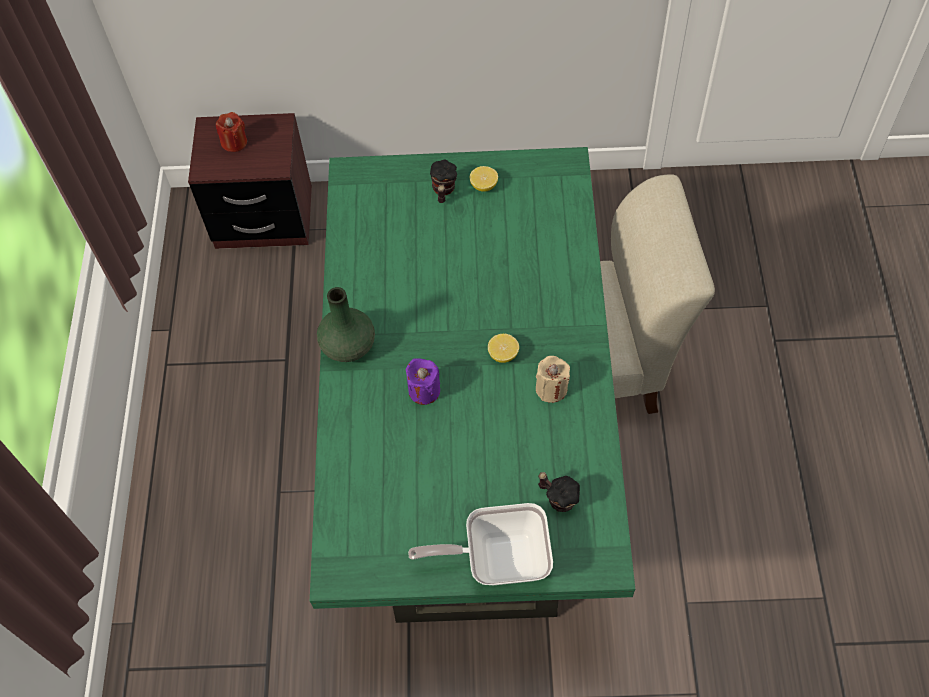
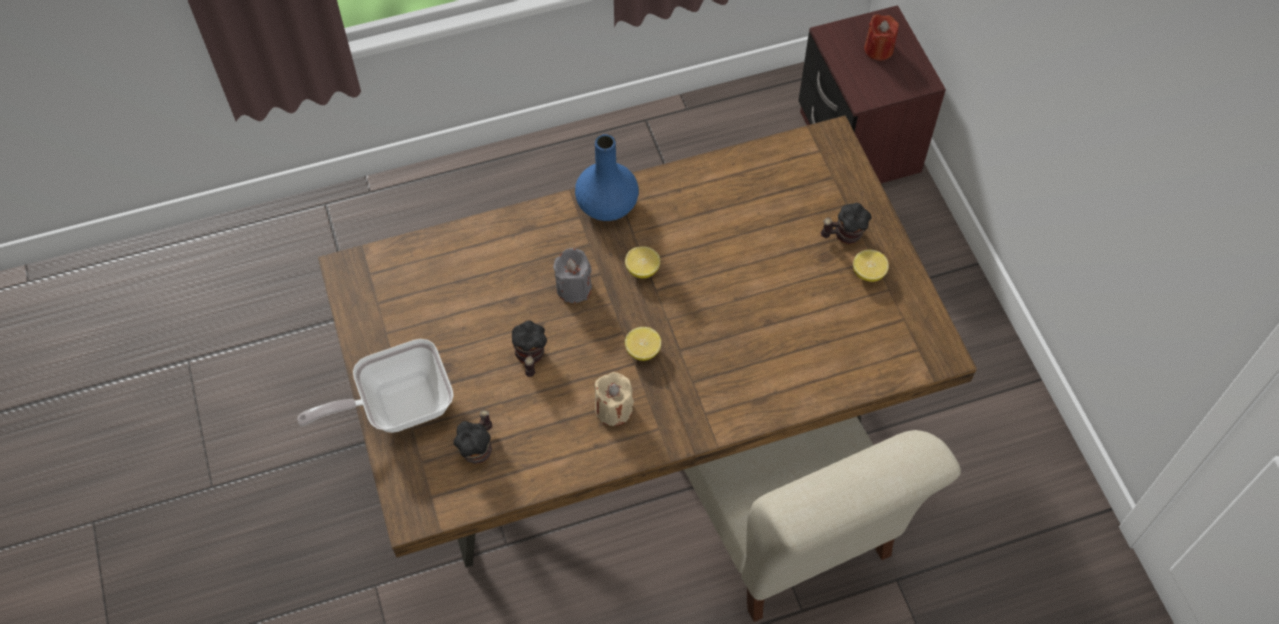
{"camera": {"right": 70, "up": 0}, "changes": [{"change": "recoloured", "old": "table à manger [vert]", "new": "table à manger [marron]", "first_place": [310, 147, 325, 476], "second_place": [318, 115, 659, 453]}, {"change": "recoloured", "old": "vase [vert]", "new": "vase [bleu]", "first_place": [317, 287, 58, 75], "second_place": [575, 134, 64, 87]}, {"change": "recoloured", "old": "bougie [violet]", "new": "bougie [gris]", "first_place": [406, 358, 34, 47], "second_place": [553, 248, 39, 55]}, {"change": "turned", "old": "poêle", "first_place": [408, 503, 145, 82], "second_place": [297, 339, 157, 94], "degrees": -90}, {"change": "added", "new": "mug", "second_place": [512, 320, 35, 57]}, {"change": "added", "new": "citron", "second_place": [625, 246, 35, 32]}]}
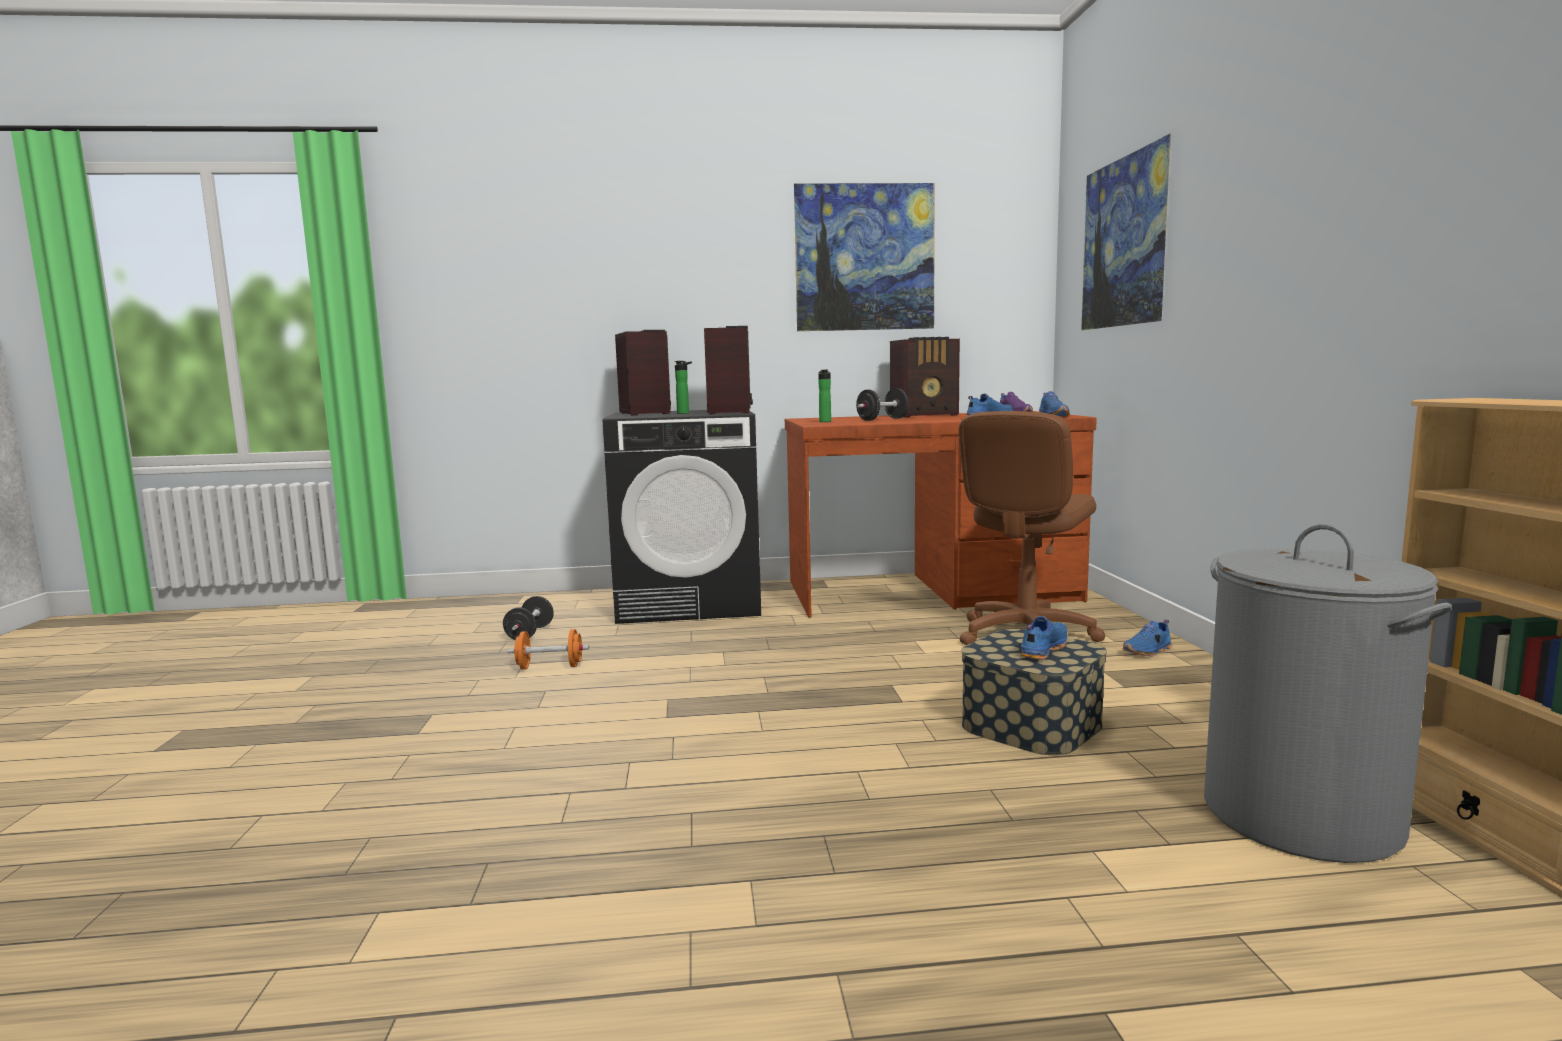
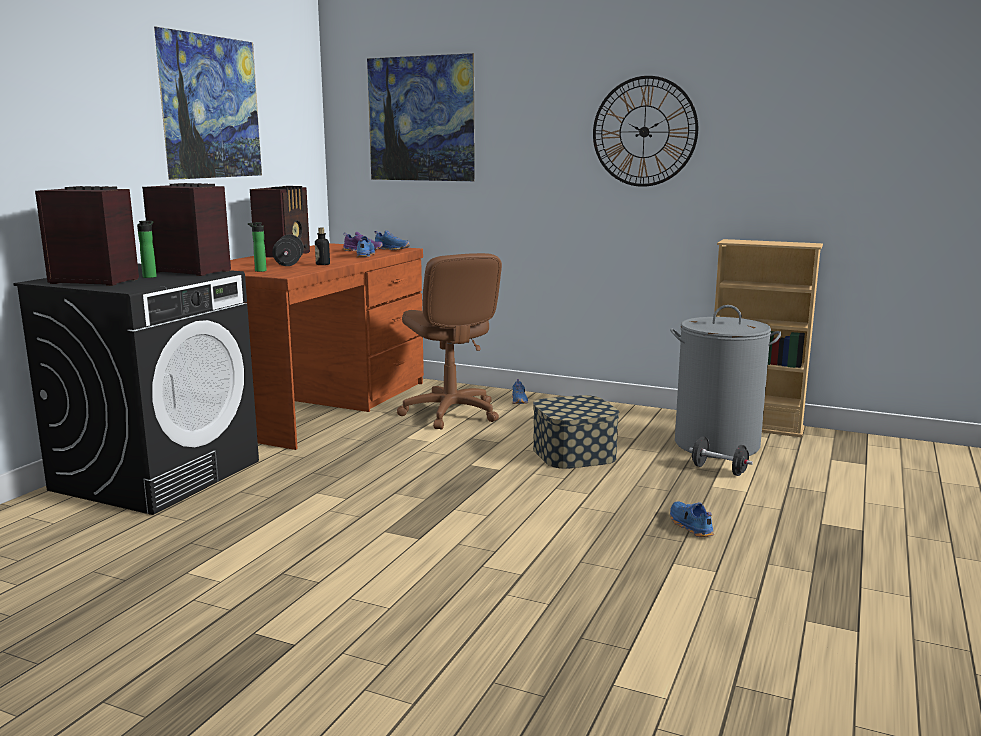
{"camera": {"right": -60, "up": 5}, "changes": [{"change": "moved", "old": "haltère [noir]", "first_place": [503, 596, 51, 44], "second_place": [689, 436, 64, 40]}, {"change": "removed", "old": "haltère [orange]", "first_place": [508, 629, 81, 40]}, {"change": "moved", "old": "chaussure [bleu]", "first_place": [1020, 616, 48, 44], "second_place": [670, 501, 44, 36]}, {"change": "added", "new": "bouteille", "second_place": [315, 228, 15, 37]}, {"change": "added", "new": "horloge murale", "second_place": [593, 76, 105, 111]}]}
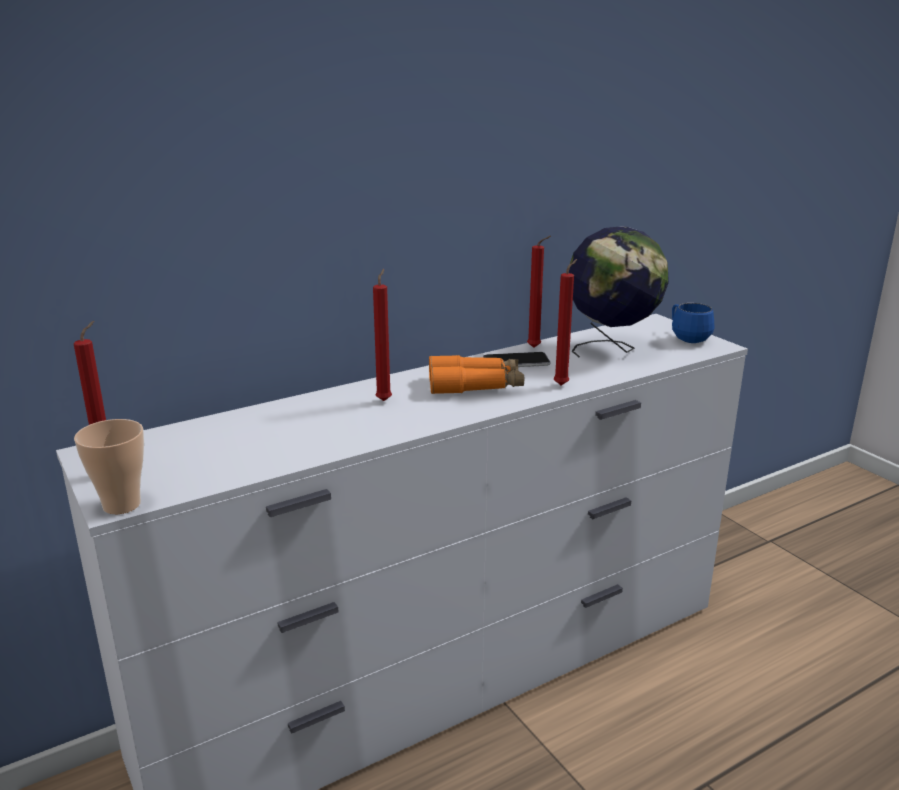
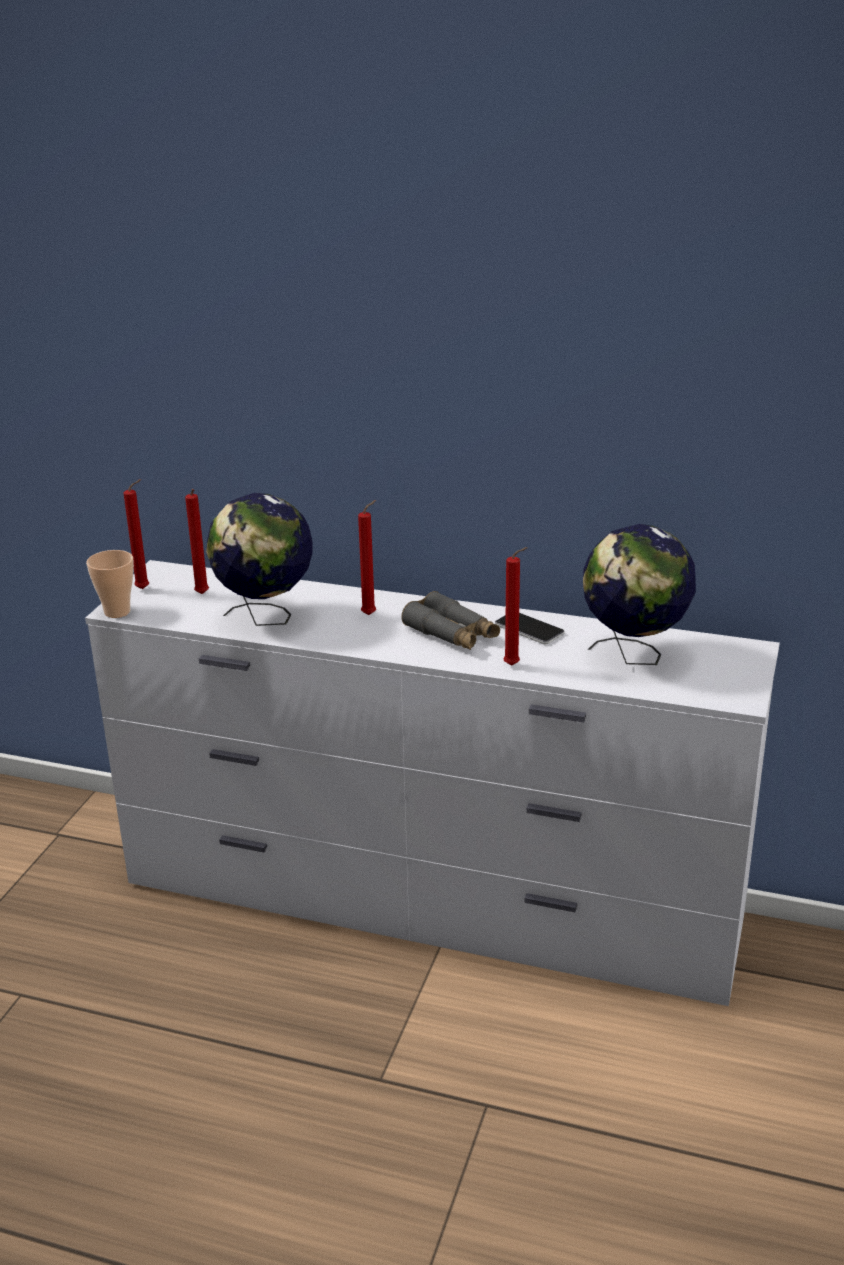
{"camera": {"right": 50, "up": 5}, "changes": [{"change": "recoloured", "old": "jumelles [orange]", "new": "jumelles [gris]", "first_place": [429, 355, 95, 39], "second_place": [401, 591, 99, 59]}, {"change": "moved", "old": "bougie [rouge]", "first_place": [527, 236, 24, 112], "second_place": [185, 489, 24, 105]}, {"change": "removed", "old": "mug [bleu]", "first_place": [672, 303, 42, 40]}, {"change": "added", "new": "globe", "second_place": [206, 493, 107, 133]}]}
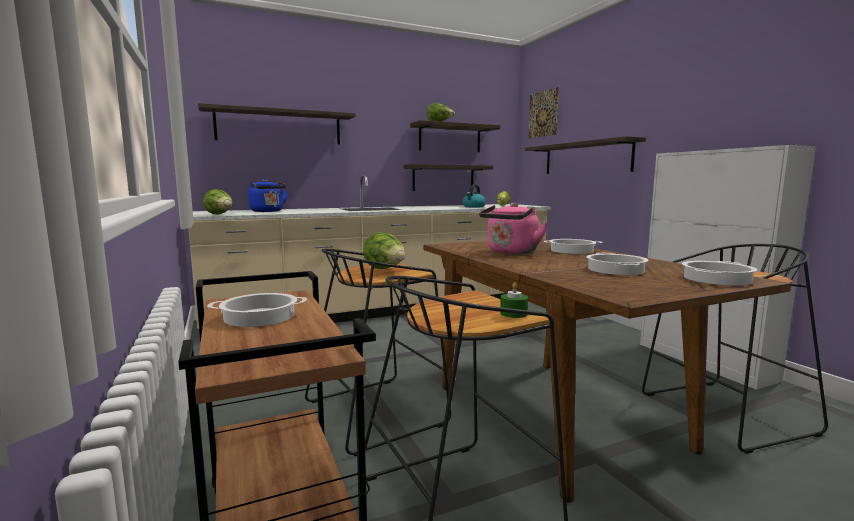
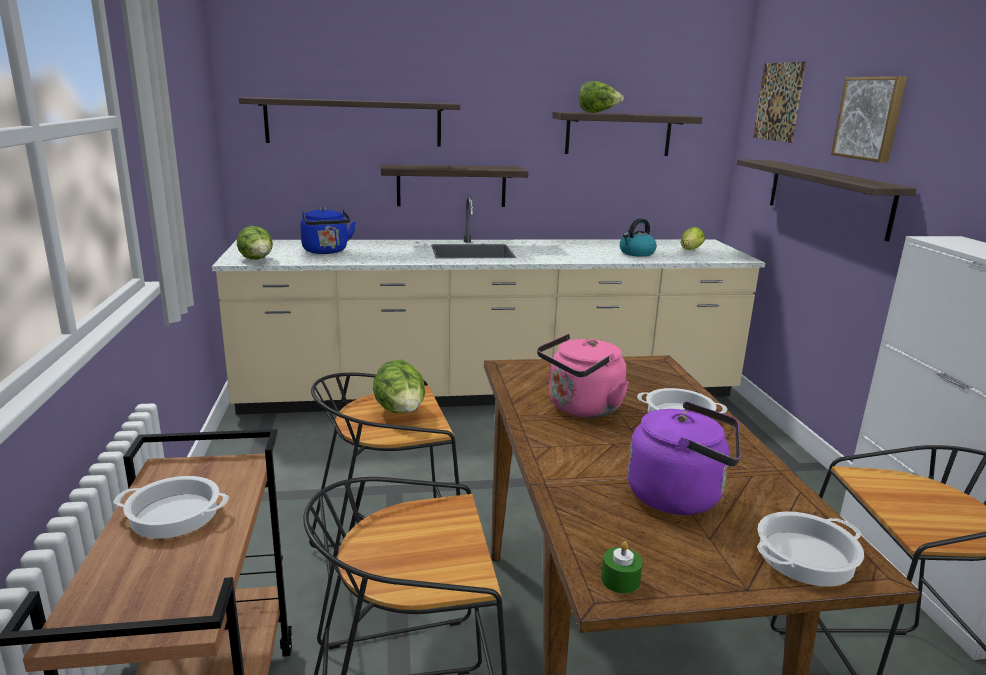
{"camera": {"right": 15, "up": 10}, "changes": [{"change": "moved", "old": "étagère", "first_place": [404, 164, 89, 27], "second_place": [381, 164, 147, 43]}, {"change": "moved", "old": "bougie [vert]", "first_place": [500, 282, 28, 36], "second_place": [601, 541, 42, 53]}, {"change": "replaced", "old": "marmite", "new": "bouilloire [violet]", "first_place": [586, 253, 63, 22], "second_place": [627, 402, 114, 113]}, {"change": "added", "new": "tableau", "second_place": [831, 76, 76, 87]}]}
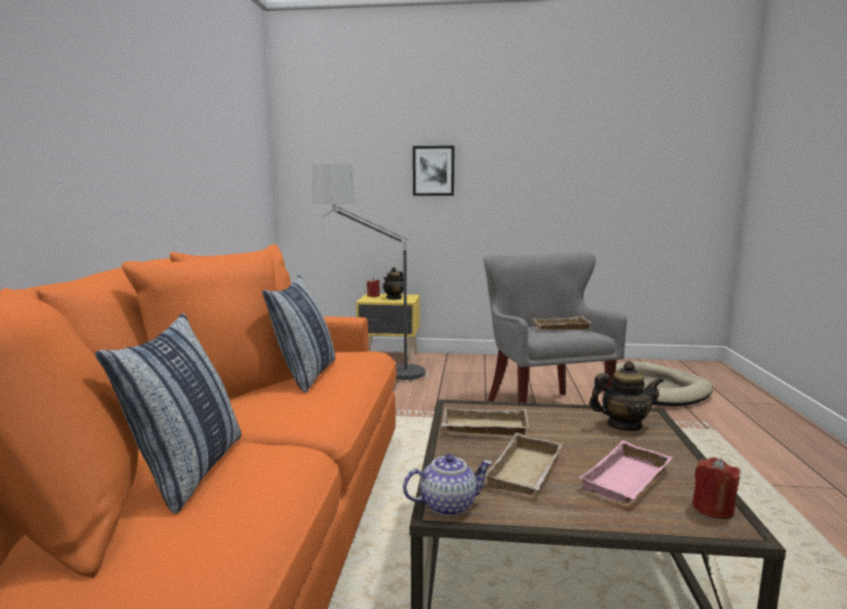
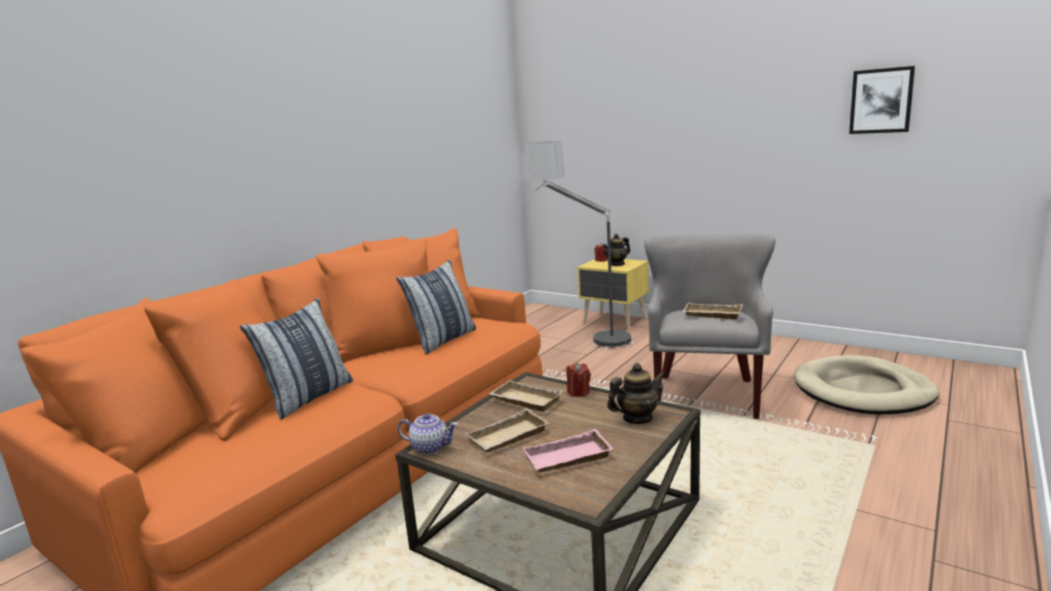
{"camera": {"right": 30, "up": 5}, "changes": [{"change": "moved", "old": "tableau", "first_place": [413, 146, 42, 50], "second_place": [849, 66, 66, 68]}, {"change": "turned", "old": "théière", "first_place": [589, 361, 75, 70], "second_place": [607, 363, 59, 61], "degrees": -45}, {"change": "moved", "old": "bougie [rouge]", "first_place": [692, 457, 48, 62], "second_place": [566, 363, 25, 34]}]}
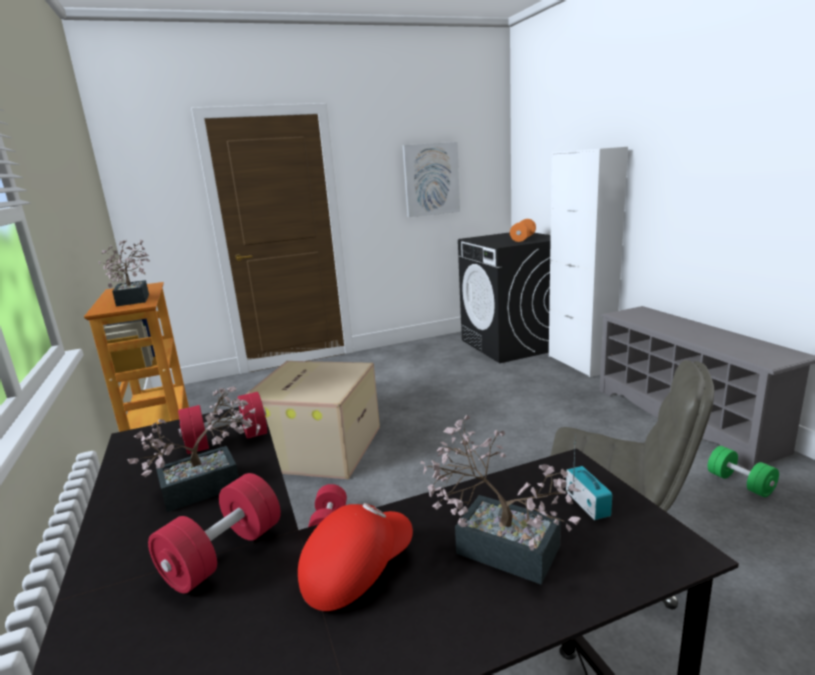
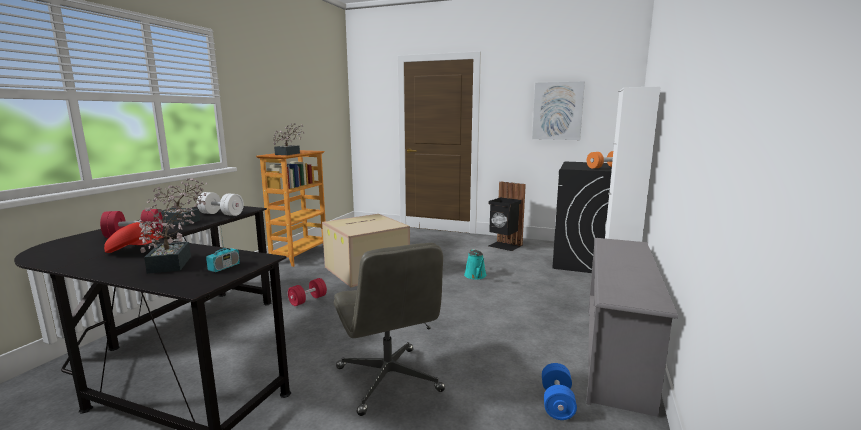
{"camera": {"right": 40, "up": -5}, "changes": [{"change": "recoloured", "old": "haltère [rouge]", "new": "haltère [blanc]", "first_place": [178, 392, 89, 62], "second_place": [197, 192, 47, 24]}, {"change": "recoloured", "old": "haltère [vert]", "new": "haltère [bleu]", "first_place": [708, 446, 71, 51], "second_place": [542, 363, 35, 57]}, {"change": "added", "new": "arrosoir [turquoise]", "second_place": [464, 249, 23, 30]}, {"change": "added", "new": "poubelle [noir]", "second_place": [489, 182, 37, 69]}]}
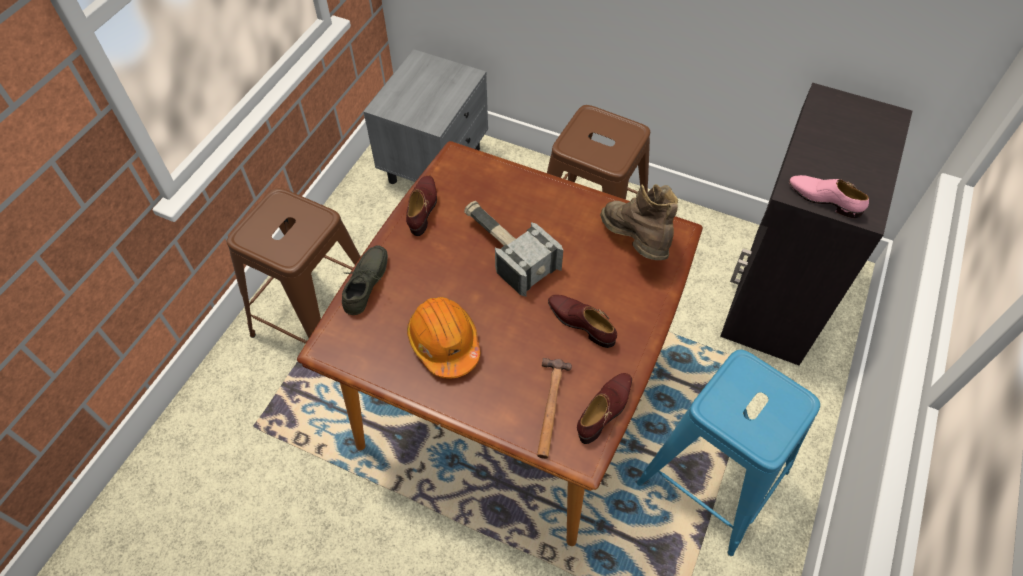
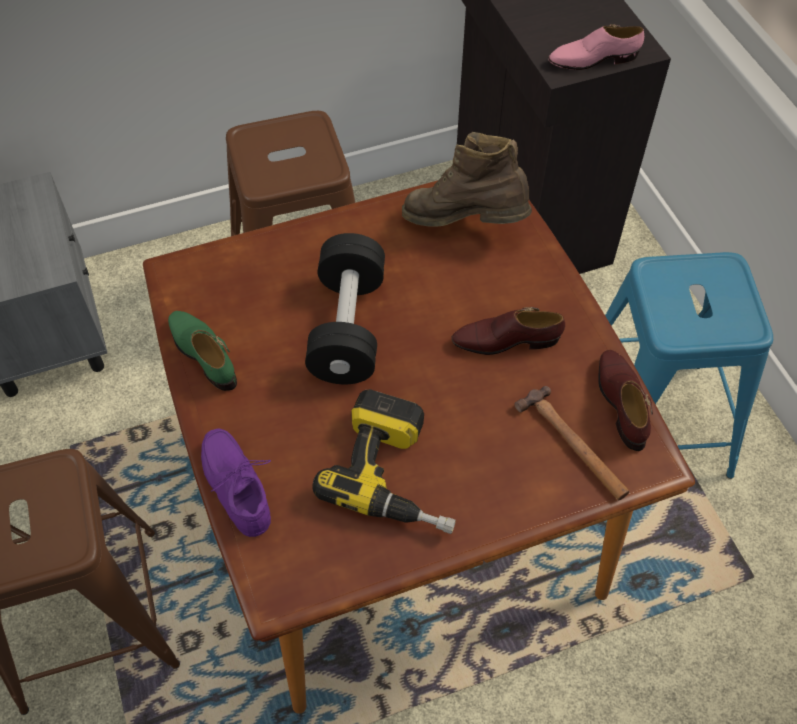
{"camera": {"right": -45, "up": 0}, "changes": [{"change": "recoloured", "old": "chaussure [gris]", "new": "chaussure [violet]", "first_place": [342, 245, 46, 70], "second_place": [201, 428, 70, 109]}, {"change": "recoloured", "old": "chaussure [marron]", "new": "chaussure [vert]", "first_place": [406, 176, 31, 60], "second_place": [168, 311, 69, 80]}, {"change": "replaced", "old": "casque de chantier [orange]", "new": "perceuse", "first_place": [407, 297, 73, 82], "second_place": [312, 389, 144, 145]}, {"change": "replaced", "old": "marteau", "new": "haltère [noir]", "first_place": [464, 201, 99, 96], "second_place": [305, 233, 80, 151]}]}
